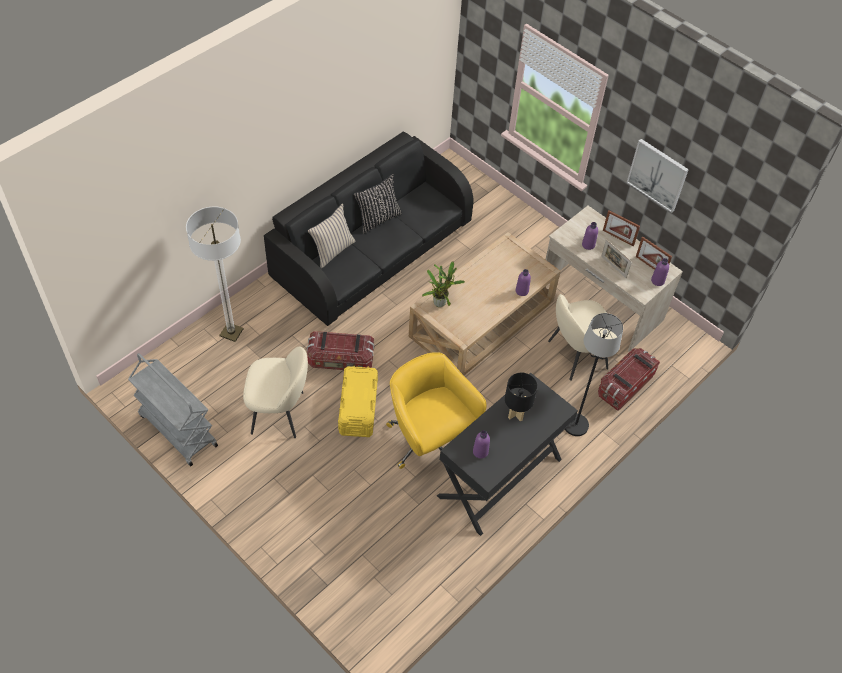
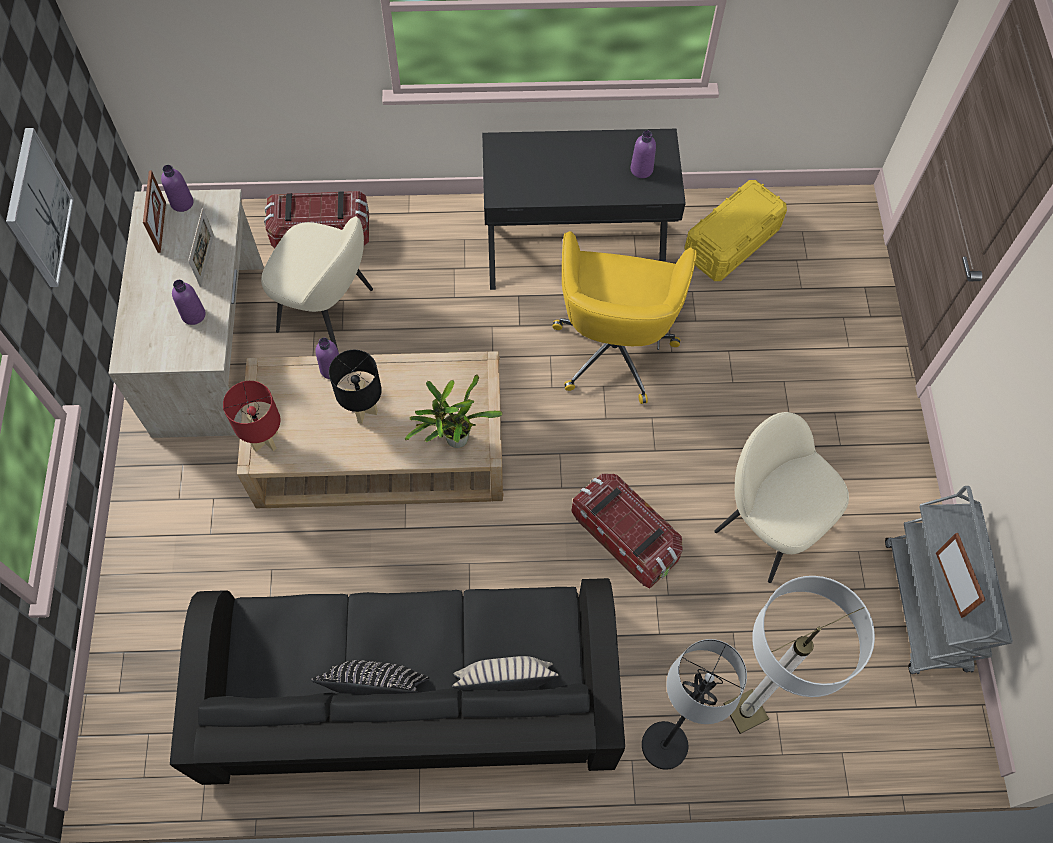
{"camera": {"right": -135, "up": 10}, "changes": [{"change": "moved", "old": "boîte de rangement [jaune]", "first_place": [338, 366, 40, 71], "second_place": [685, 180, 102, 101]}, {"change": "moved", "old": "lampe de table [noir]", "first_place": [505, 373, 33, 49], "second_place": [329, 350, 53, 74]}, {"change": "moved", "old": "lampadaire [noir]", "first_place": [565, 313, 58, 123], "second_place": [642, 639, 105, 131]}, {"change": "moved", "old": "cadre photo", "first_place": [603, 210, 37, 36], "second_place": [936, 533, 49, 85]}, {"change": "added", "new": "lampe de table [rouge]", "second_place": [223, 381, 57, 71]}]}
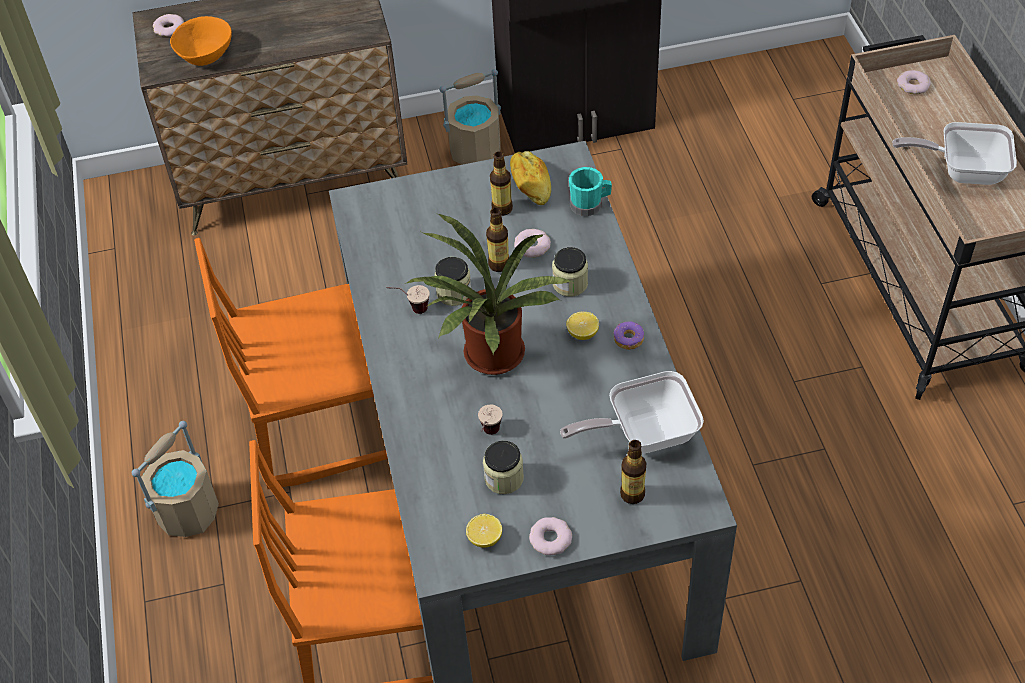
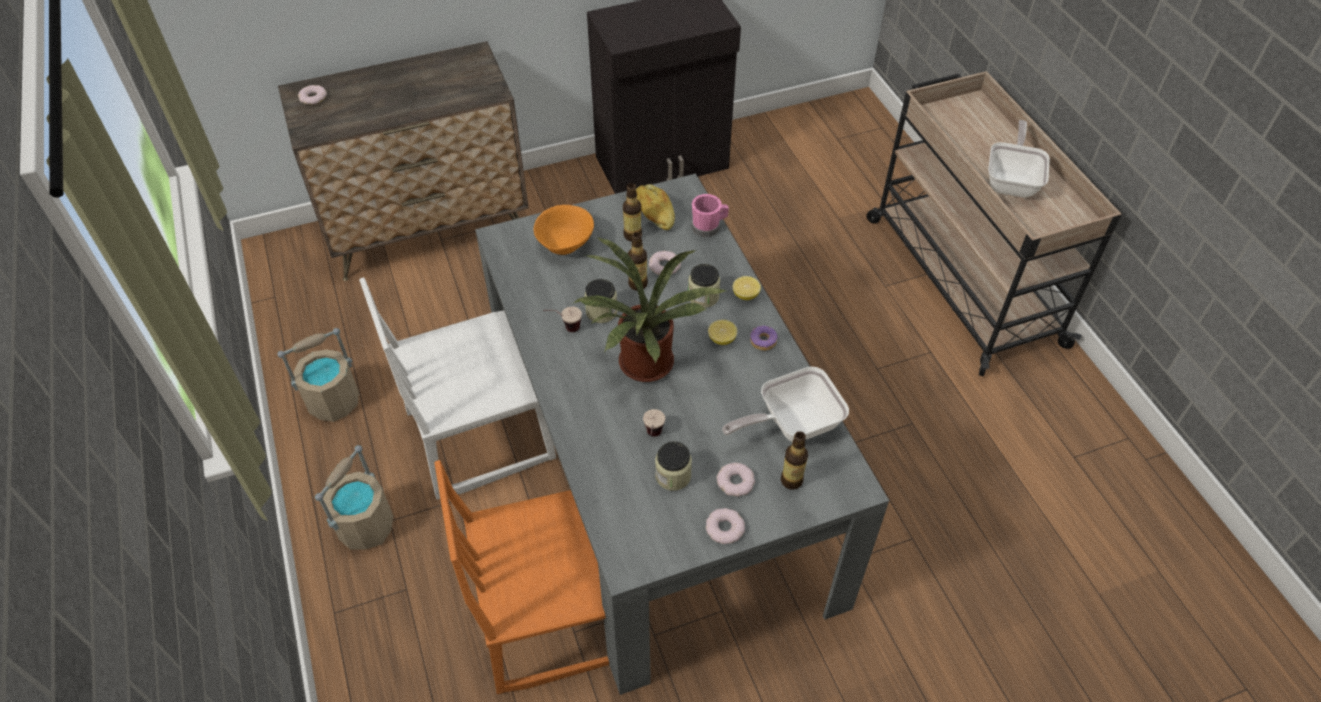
{"camera": {"right": -10, "up": 0}, "changes": [{"change": "moved", "old": "bol [orange]", "first_place": [170, 16, 62, 50], "second_place": [534, 205, 60, 50]}, {"change": "recoloured", "old": "chaise [orange]", "new": "chaise [blanc]", "first_place": [194, 238, 194, 251], "second_place": [359, 277, 197, 223]}, {"change": "moved", "old": "seau [beige]", "first_place": [440, 69, 61, 96], "second_place": [277, 328, 82, 94]}, {"change": "moved", "old": "citron", "first_place": [466, 514, 36, 34], "second_place": [733, 276, 28, 24]}, {"change": "recoloured", "old": "mug [turquoise]", "new": "mug [rose]", "first_place": [569, 167, 43, 49], "second_place": [692, 194, 37, 43]}, {"change": "turned", "old": "poêle", "first_place": [893, 122, 124, 63], "second_place": [988, 120, 62, 77], "degrees": 105}, {"change": "moved", "old": "beignet", "first_place": [897, 70, 34, 24], "second_place": [717, 463, 38, 34]}]}
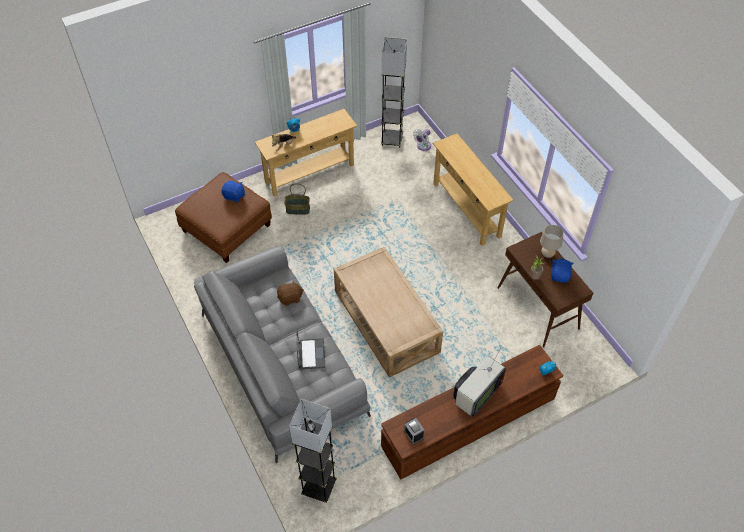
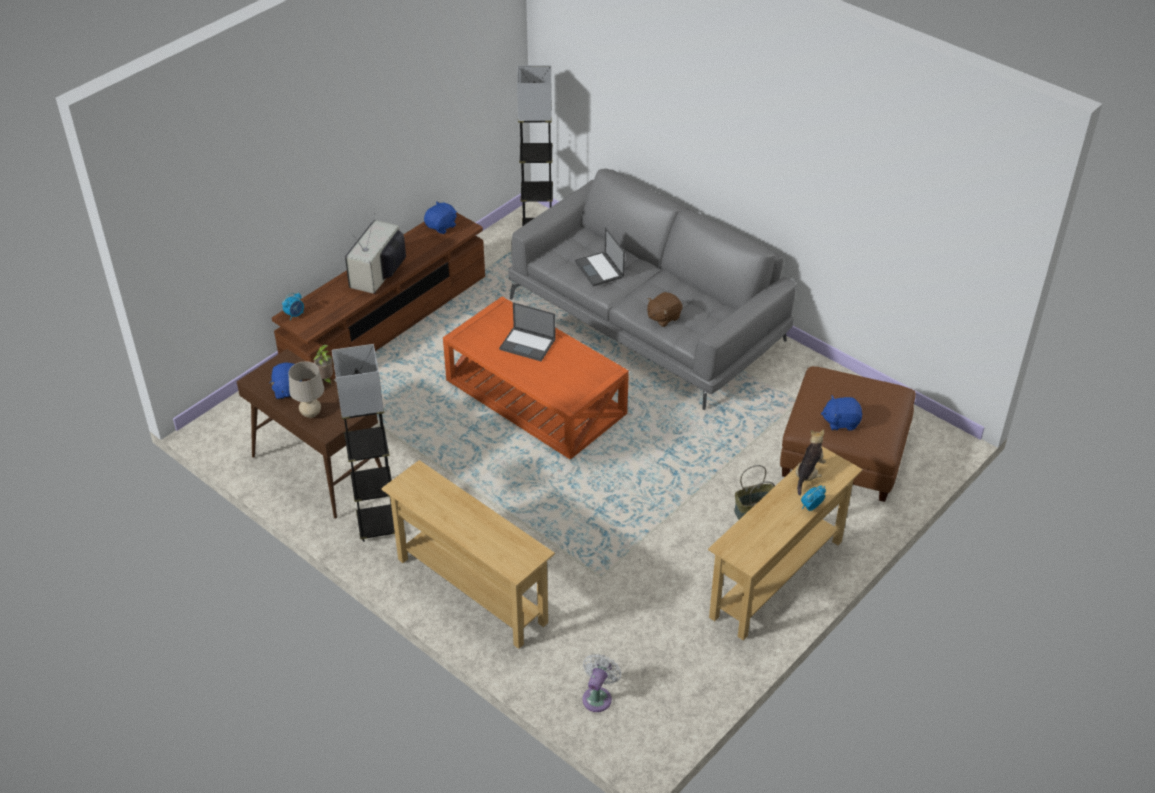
{"camera": {"right": 160, "up": -10}, "changes": [{"change": "recoloured", "old": "table basse [beige]", "new": "table basse [orange]", "first_place": [334, 247, 109, 130], "second_place": [443, 297, 186, 163]}, {"change": "moved", "old": "lampadaire [gris]", "first_place": [381, 37, 26, 111], "second_place": [332, 344, 63, 198]}, {"change": "replaced", "old": "réveil", "new": "peluche [bleu]", "first_place": [404, 418, 20, 27], "second_place": [424, 201, 33, 33]}, {"change": "added", "new": "ordinateur portable", "second_place": [499, 302, 57, 59]}]}
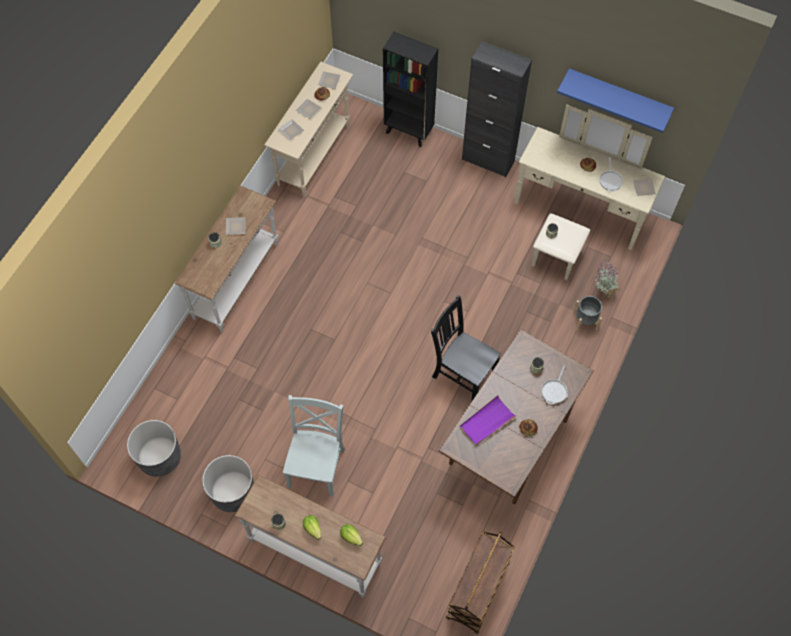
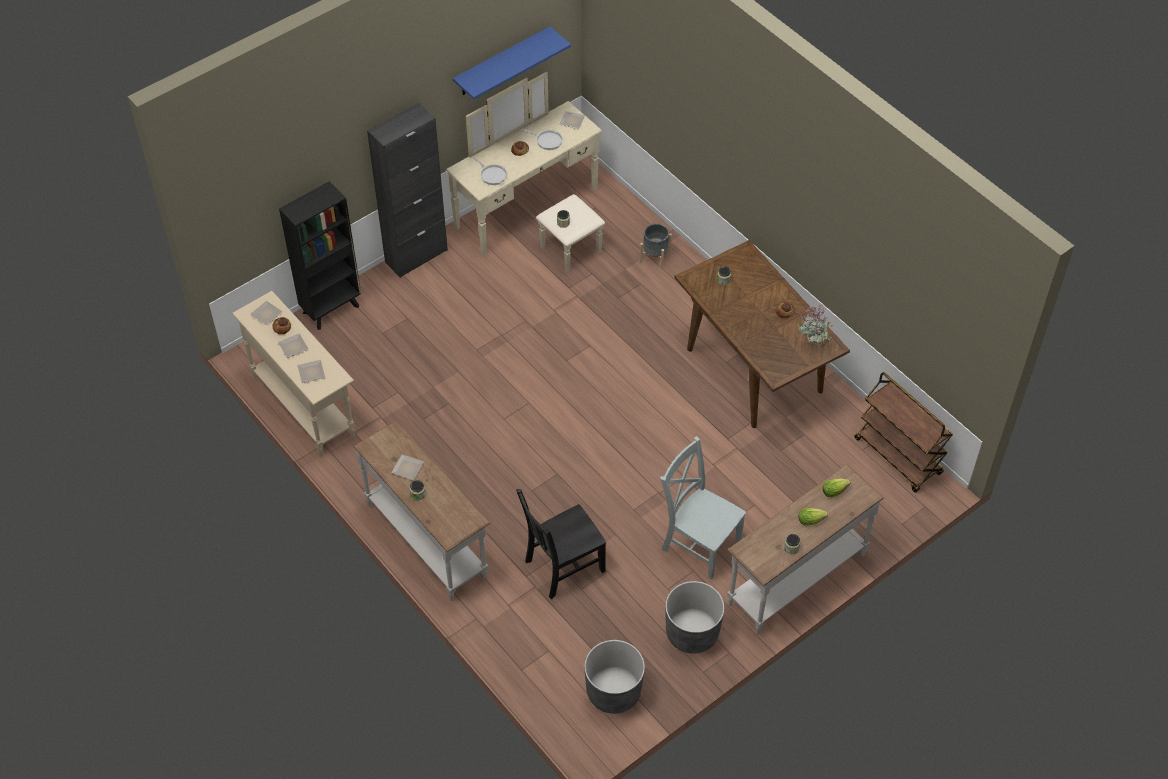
{"camera": {"right": -65, "up": -10}, "changes": [{"change": "moved", "old": "chaise [noir]", "first_place": [431, 295, 70, 105], "second_place": [516, 489, 90, 110]}, {"change": "removed", "old": "plateau [violet]", "first_place": [460, 395, 56, 50]}, {"change": "moved", "old": "poêle", "first_place": [541, 365, 27, 40], "second_place": [473, 157, 34, 28]}, {"change": "moved", "old": "plante en pot", "first_place": [595, 261, 26, 41], "second_place": [798, 305, 35, 46]}]}
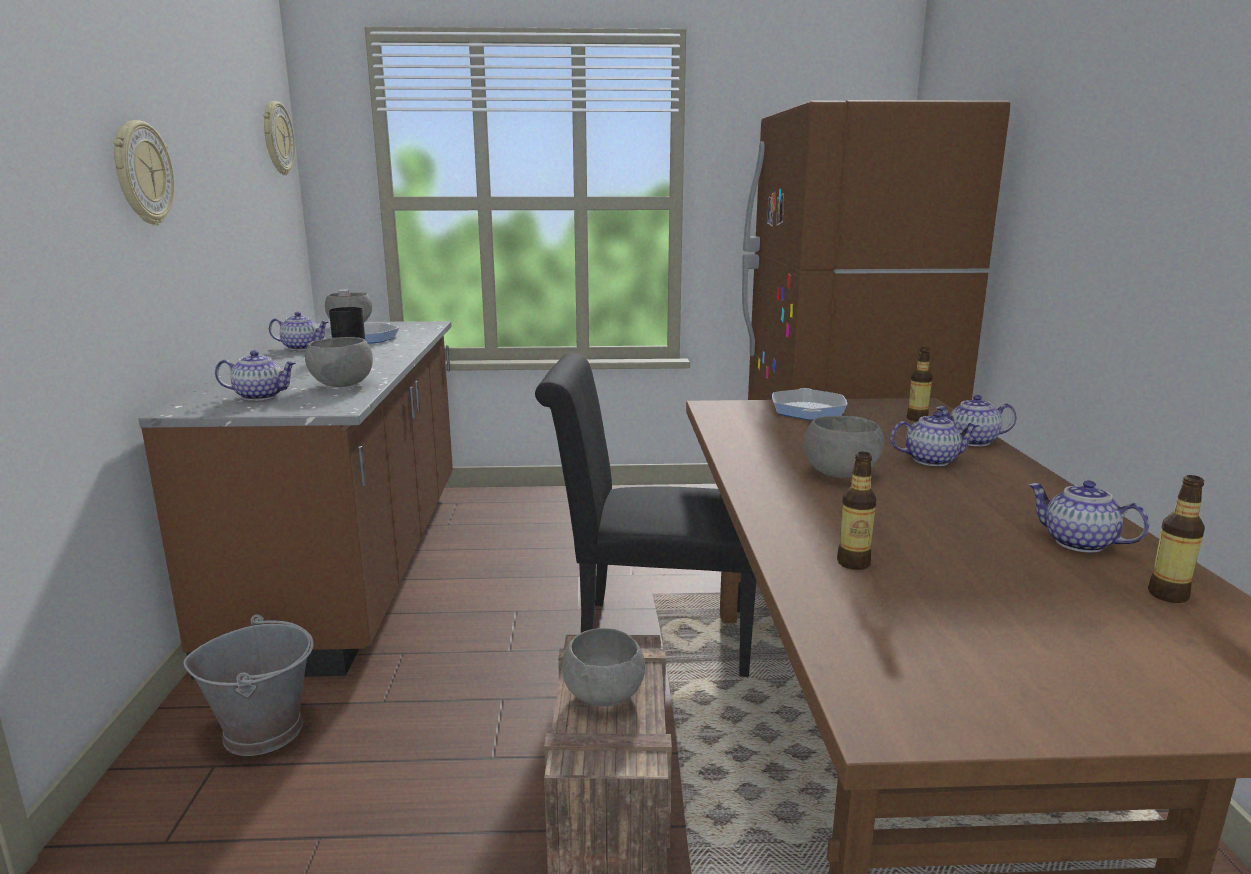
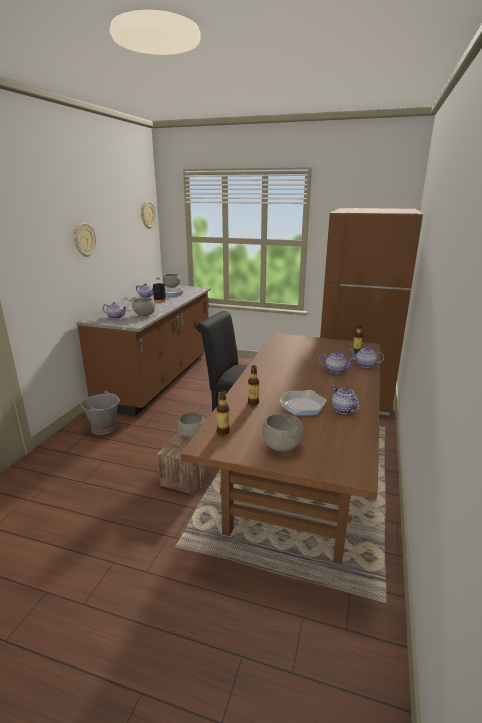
{"camera": {"right": 20, "up": 5}, "changes": [{"change": "moved", "old": "poêle", "first_place": [772, 388, 75, 32], "second_place": [280, 390, 46, 26]}, {"change": "moved", "old": "bol [gris]", "first_place": [804, 416, 80, 62], "second_place": [262, 414, 42, 38]}, {"change": "moved", "old": "bouteille", "first_place": [1148, 475, 57, 128], "second_place": [217, 390, 13, 45]}]}
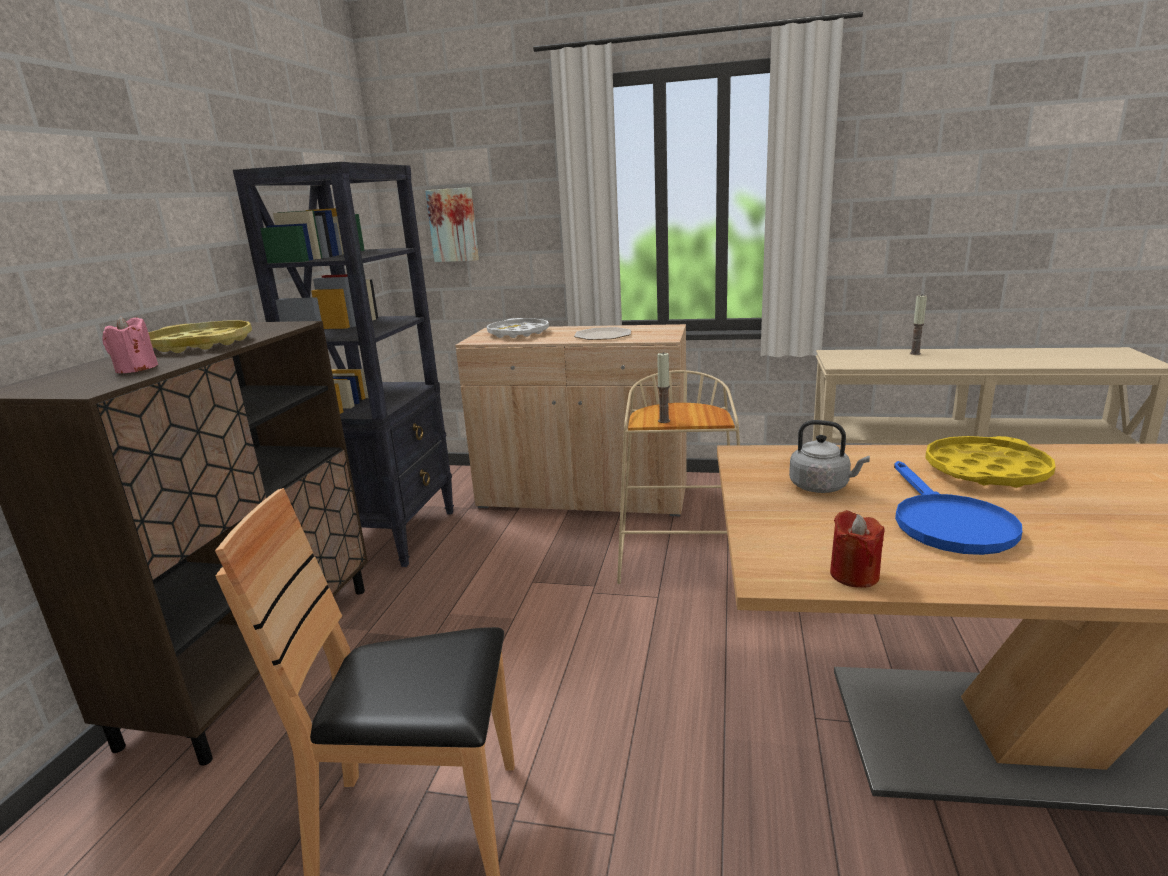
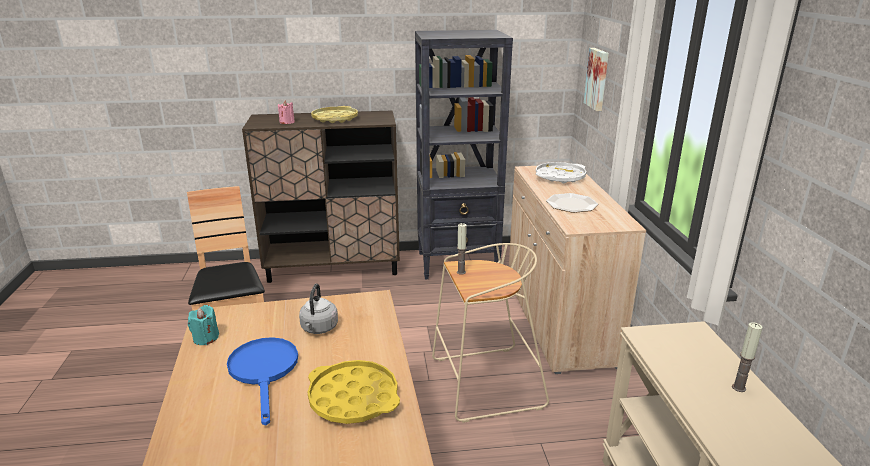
{"camera": {"right": 70, "up": 5}, "changes": [{"change": "recoloured", "old": "bougie [rouge]", "new": "bougie [turquoise]", "first_place": [830, 510, 54, 78], "second_place": [188, 305, 31, 40]}, {"change": "turned", "old": "poêle [bleu]", "first_place": [894, 461, 128, 94], "second_place": [227, 337, 71, 89], "degrees": 90}]}
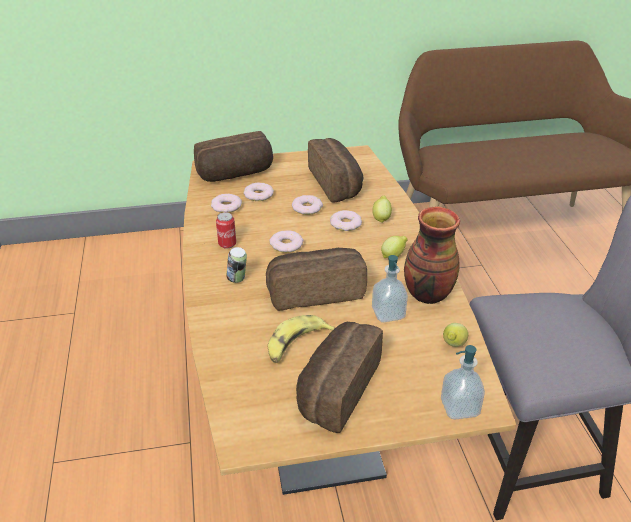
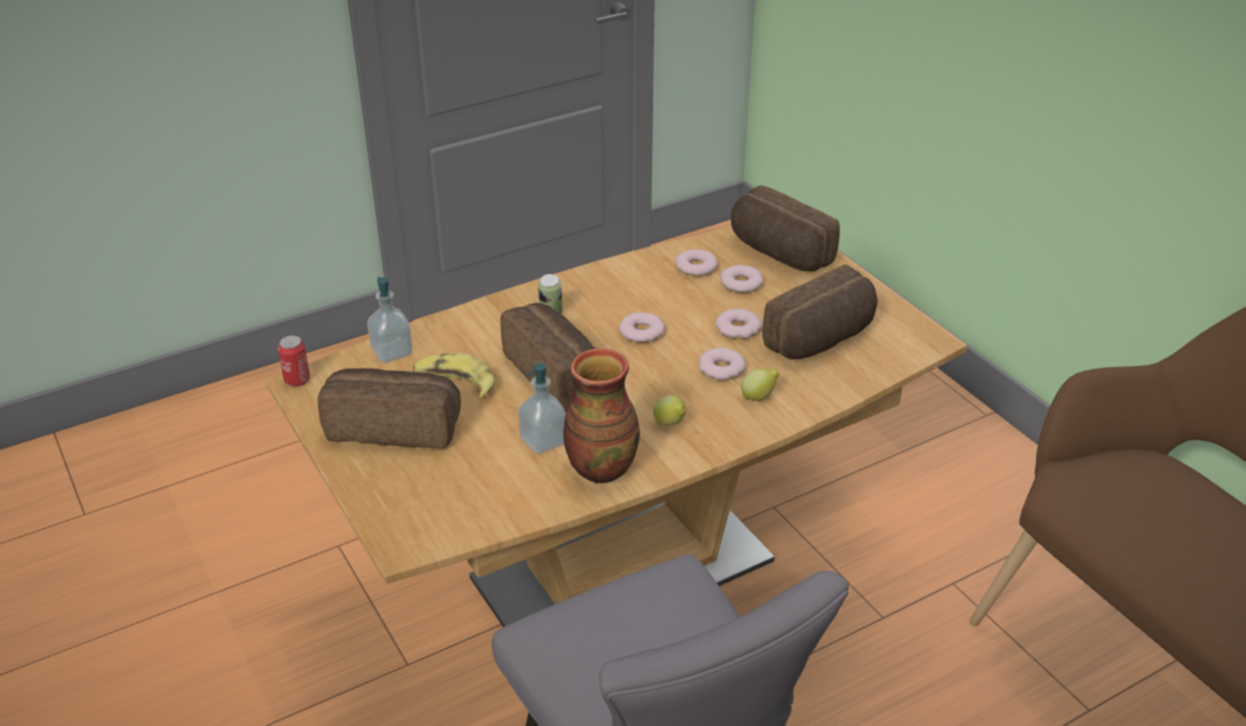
{"camera": {"right": 70, "up": 0}, "changes": [{"change": "moved", "old": "boîte métallique", "first_place": [216, 212, 20, 37], "second_place": [278, 335, 32, 52]}, {"change": "moved", "old": "distributeur de savon", "first_place": [441, 345, 44, 74], "second_place": [367, 277, 46, 86]}, {"change": "removed", "old": "citron", "first_place": [443, 323, 26, 24]}]}
